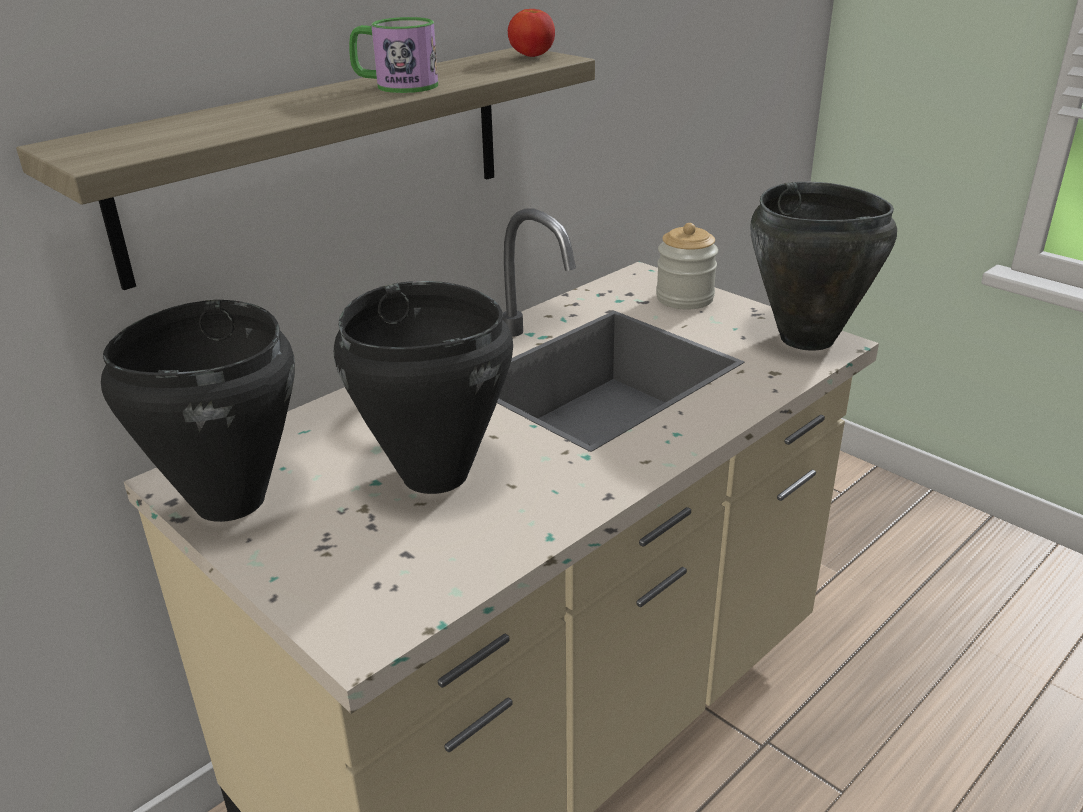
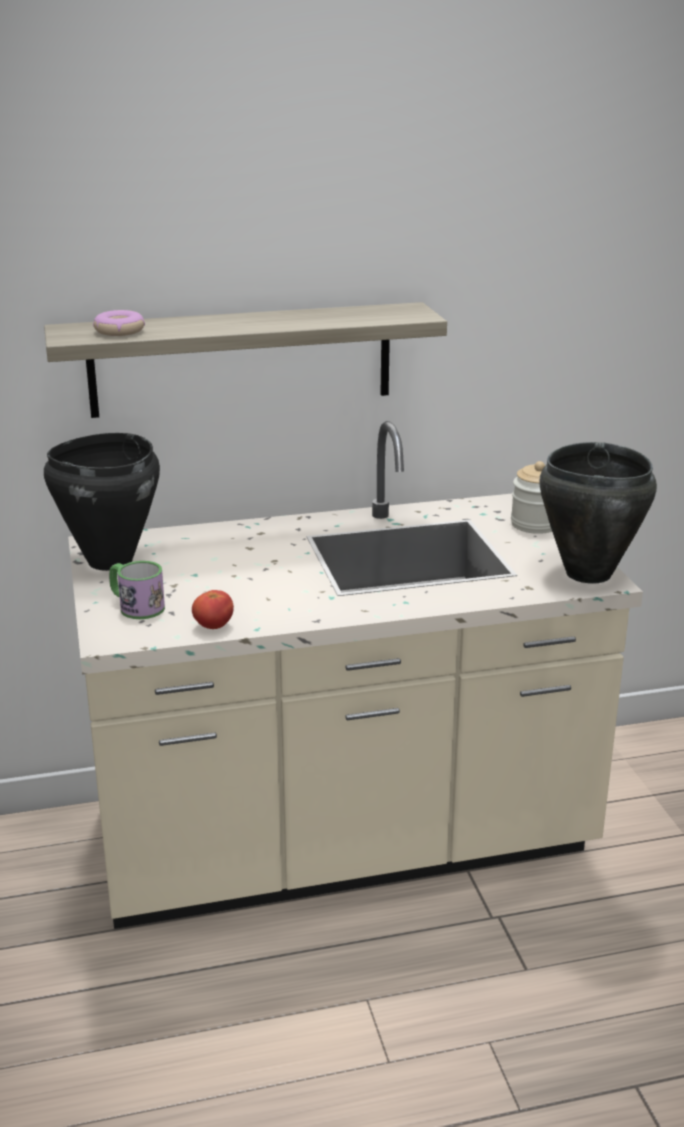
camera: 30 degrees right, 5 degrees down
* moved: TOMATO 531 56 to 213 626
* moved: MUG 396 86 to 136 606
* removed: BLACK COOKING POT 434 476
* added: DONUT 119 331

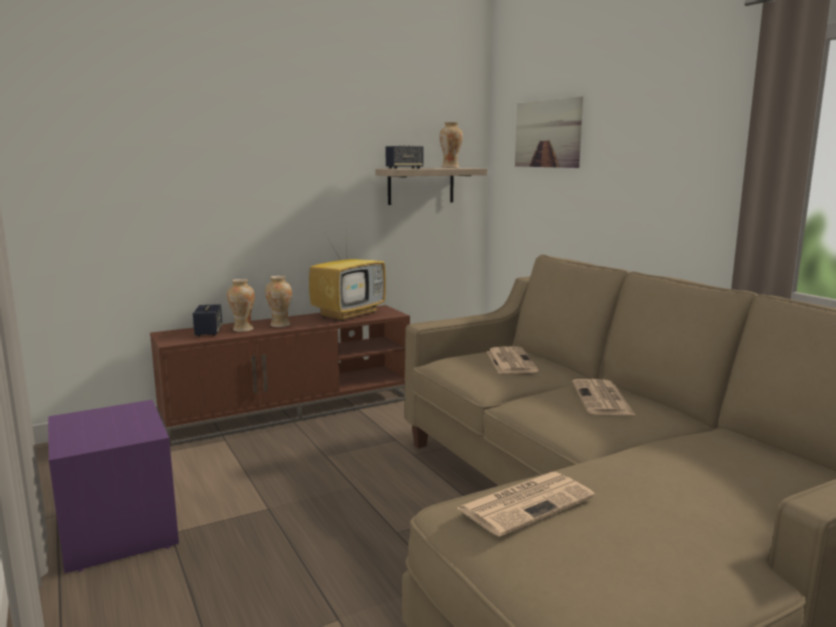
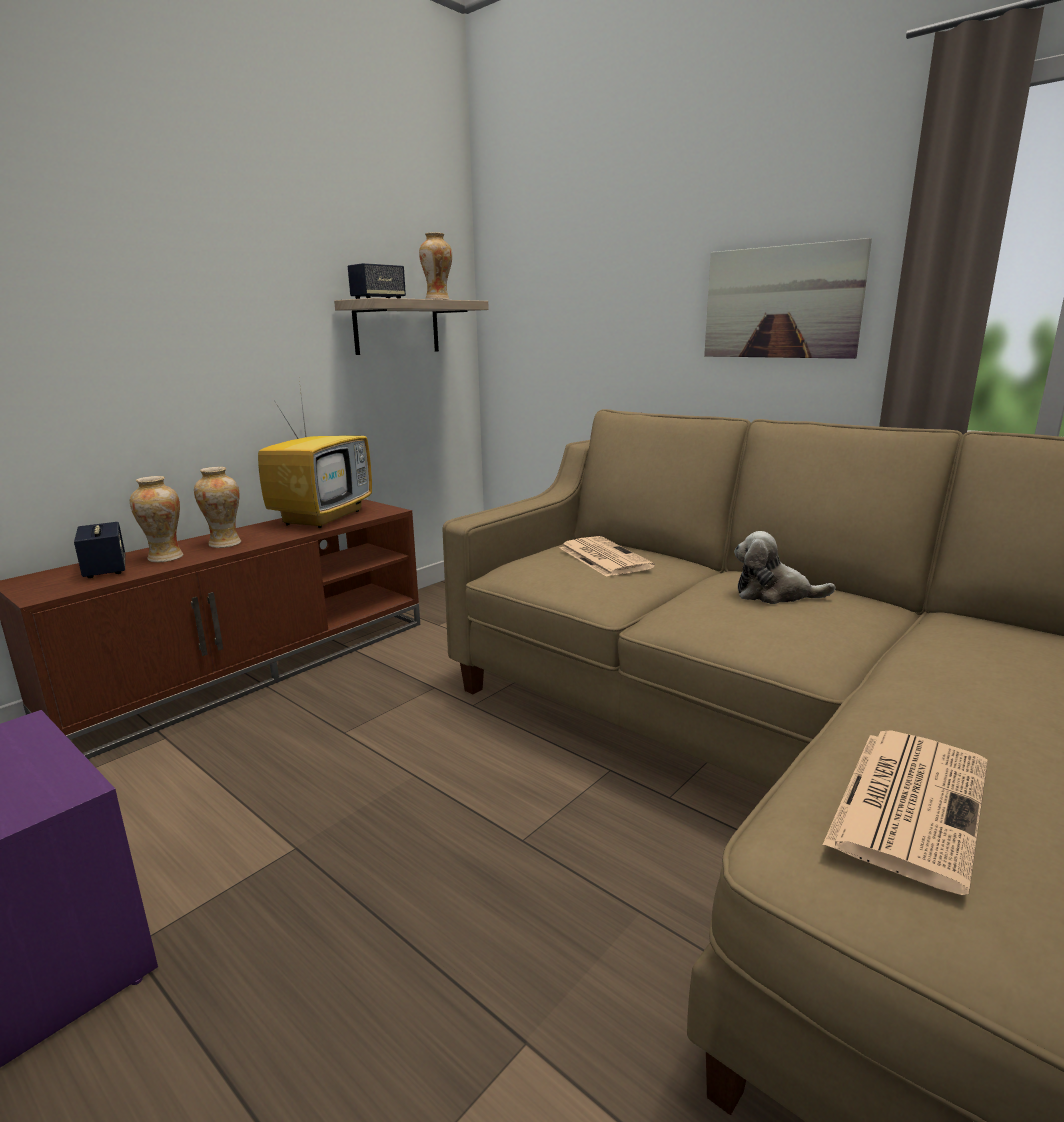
camera: 20 degrees left, 5 degrees up
* moved: PICTURE 547 133 to 781 302
* replaced: NEWSPAPER 603 399 to PLUSH TOY 774 594

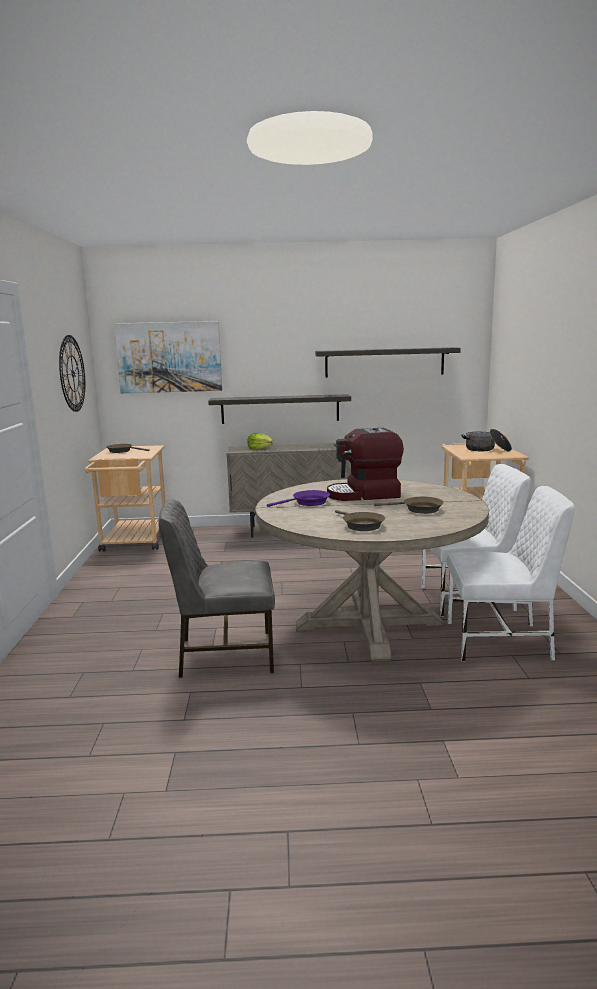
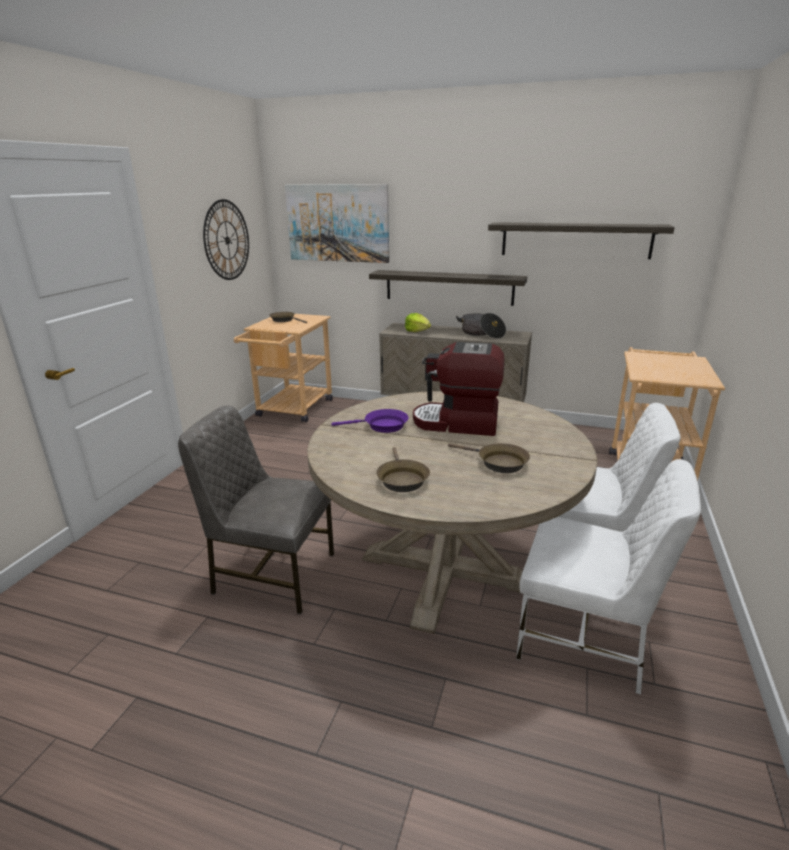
camera: 20 degrees right, 10 degrees up
* moved: COOKING POT 487 449 to 481 333

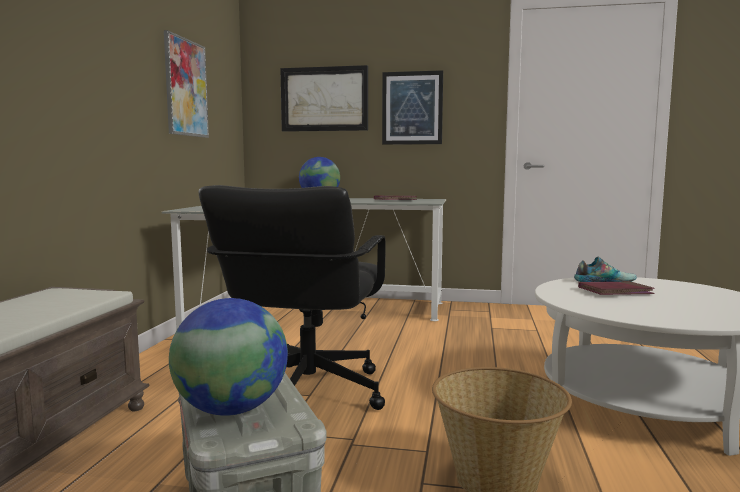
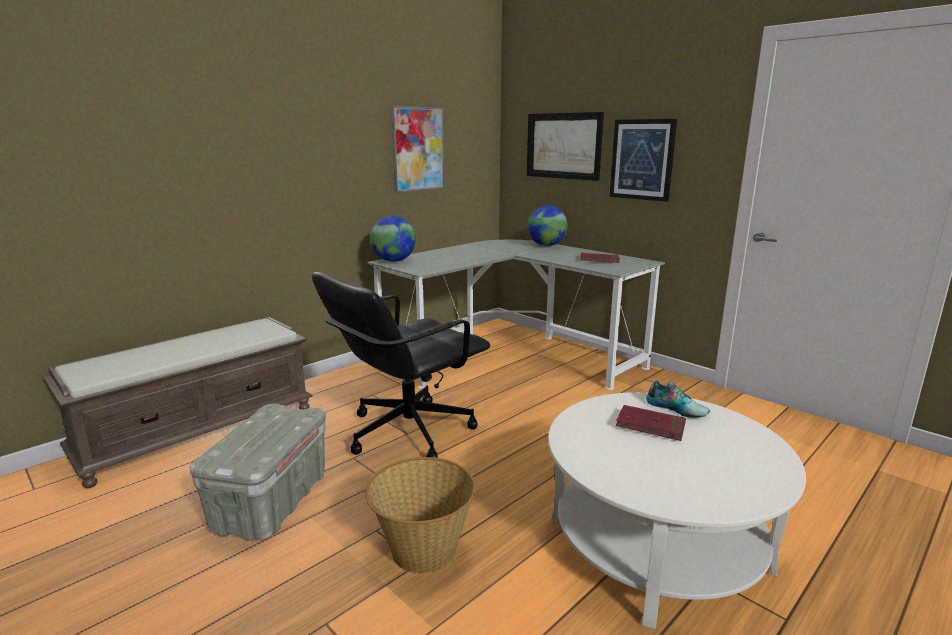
camera: 35 degrees right, 10 degrees up
* moved: GLOBE 231 410 to 394 261

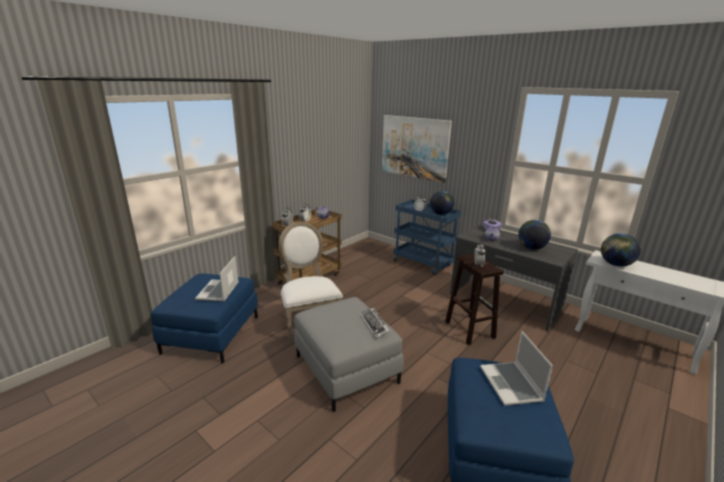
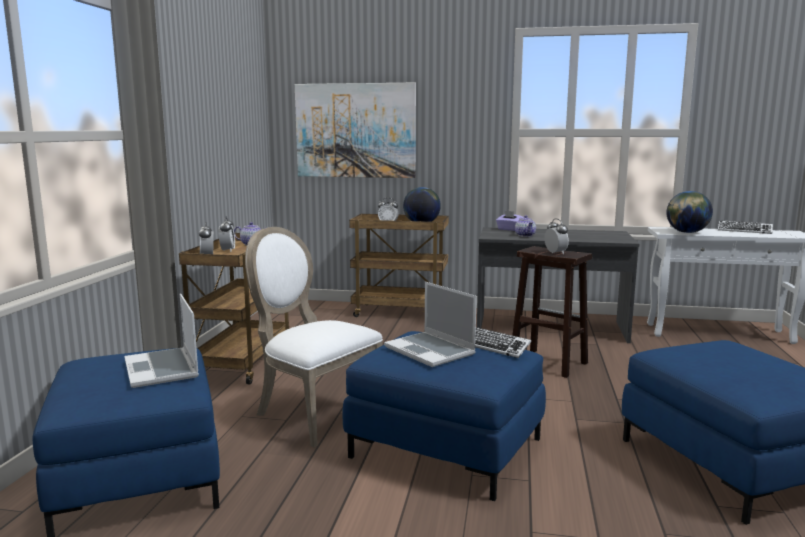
camera: 30 degrees left, 10 degrees down
* recoloured: BLUE CART 423 264 to BROWN CART 401 312
* removed: GLOBE 531 248
* recoloured: GREY OTTOMAN 346 369 to BLUE OTTOMAN 446 447
* moved: LAPTOP 511 385 to 431 351
* added: KEYBOARD 744 230

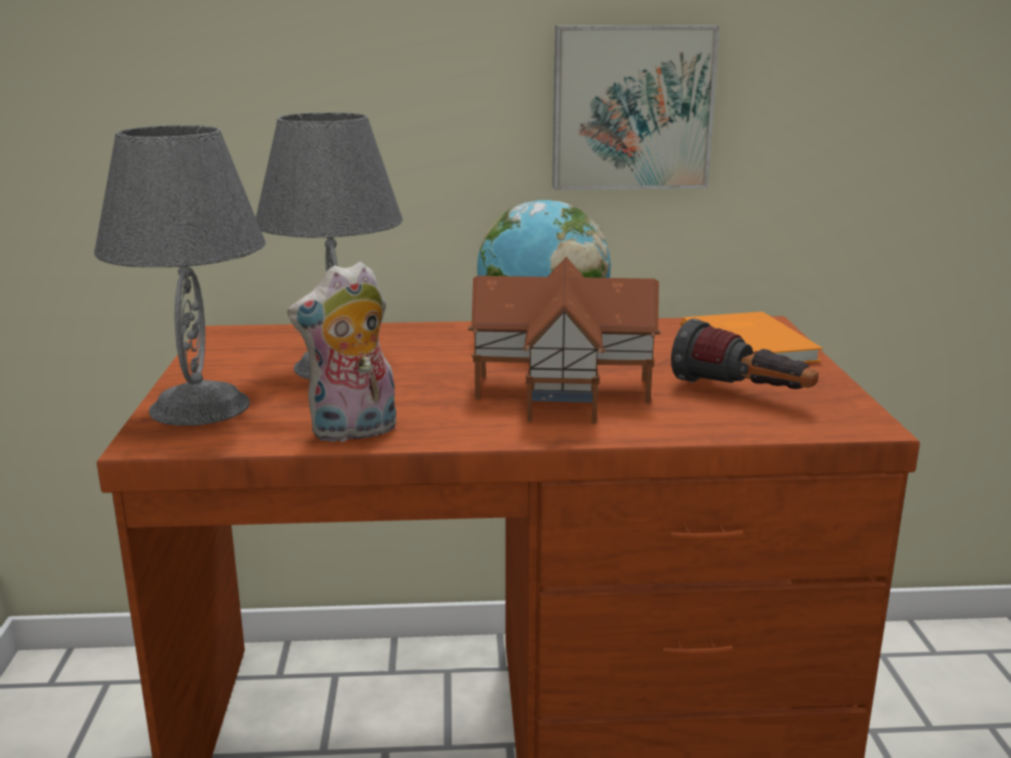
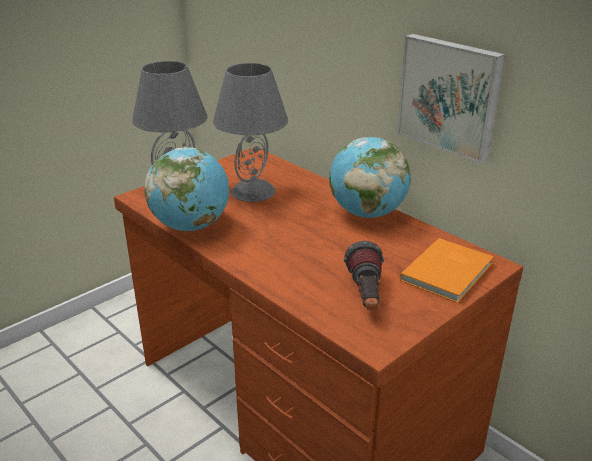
camera: 50 degrees right, 10 degrees up
* removed: TOY HOUSE 565 390
* replaced: PLUSH TOY 353 432 to GLOBE 191 226

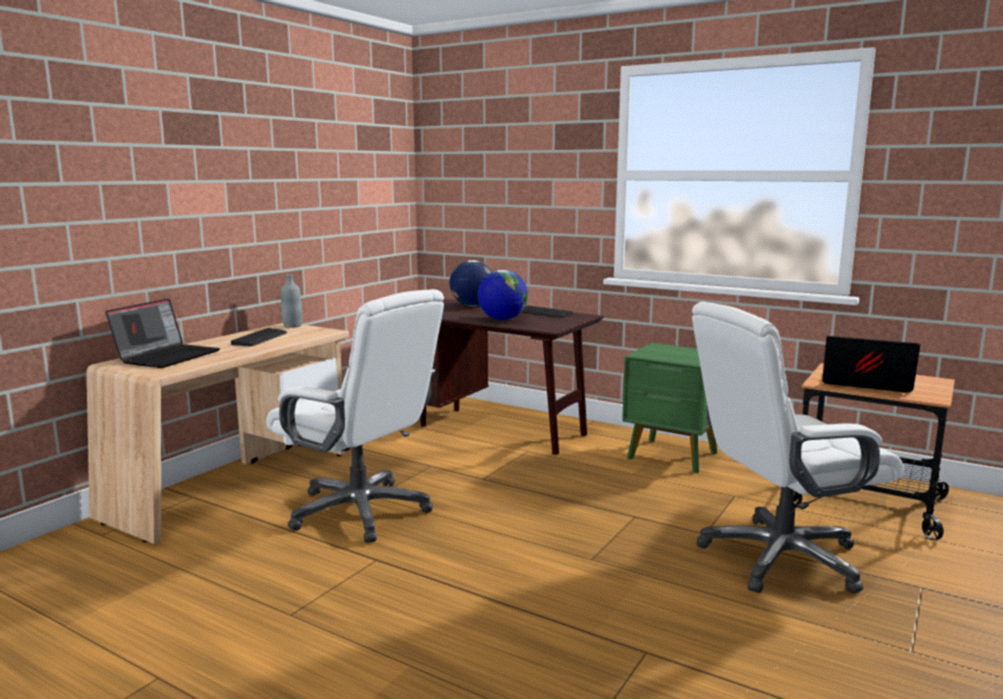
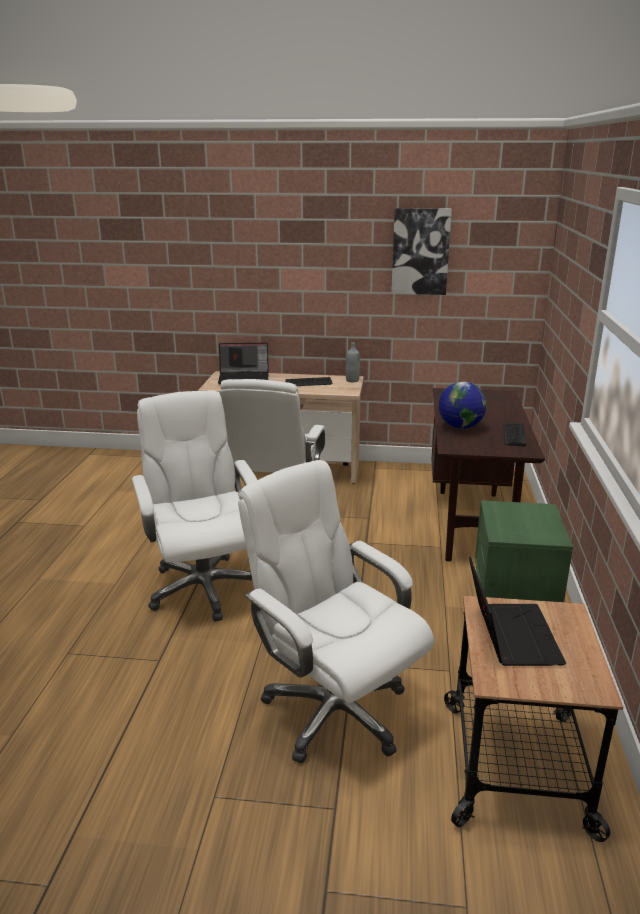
camera: 65 degrees right, 10 degrees up
* removed: GLOBE 472 305
* added: PICTURE 420 251
* added: WHITE OFFICE CHAIR 203 587

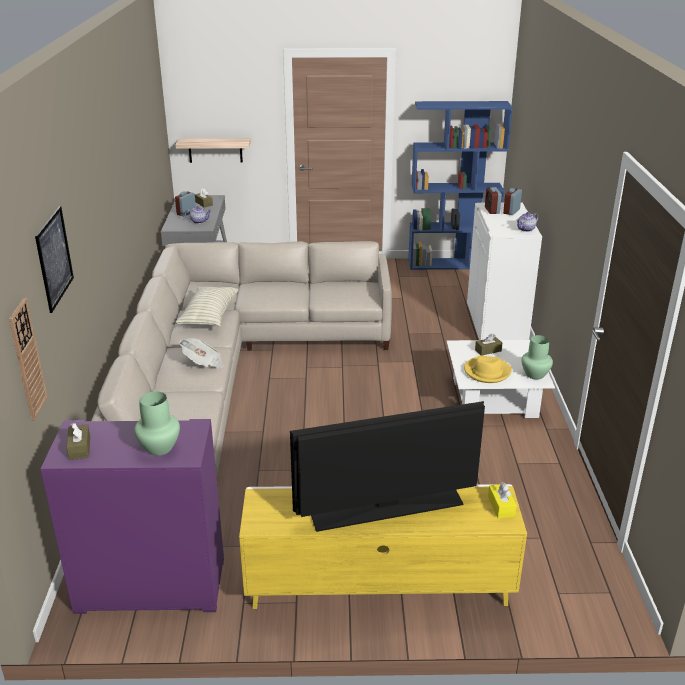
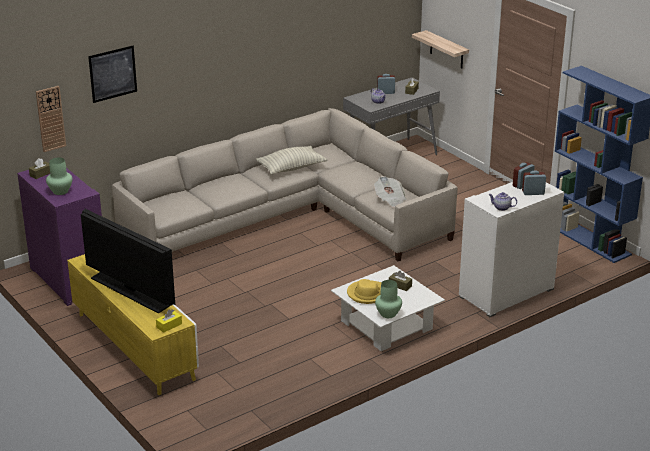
camera: 55 degrees right, 0 degrees up
* moved: NEWSPAPER 203 363 to 390 199

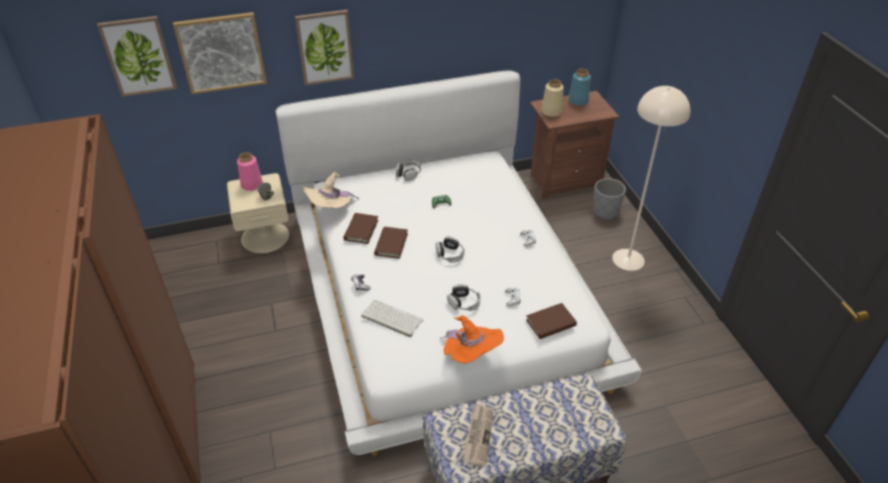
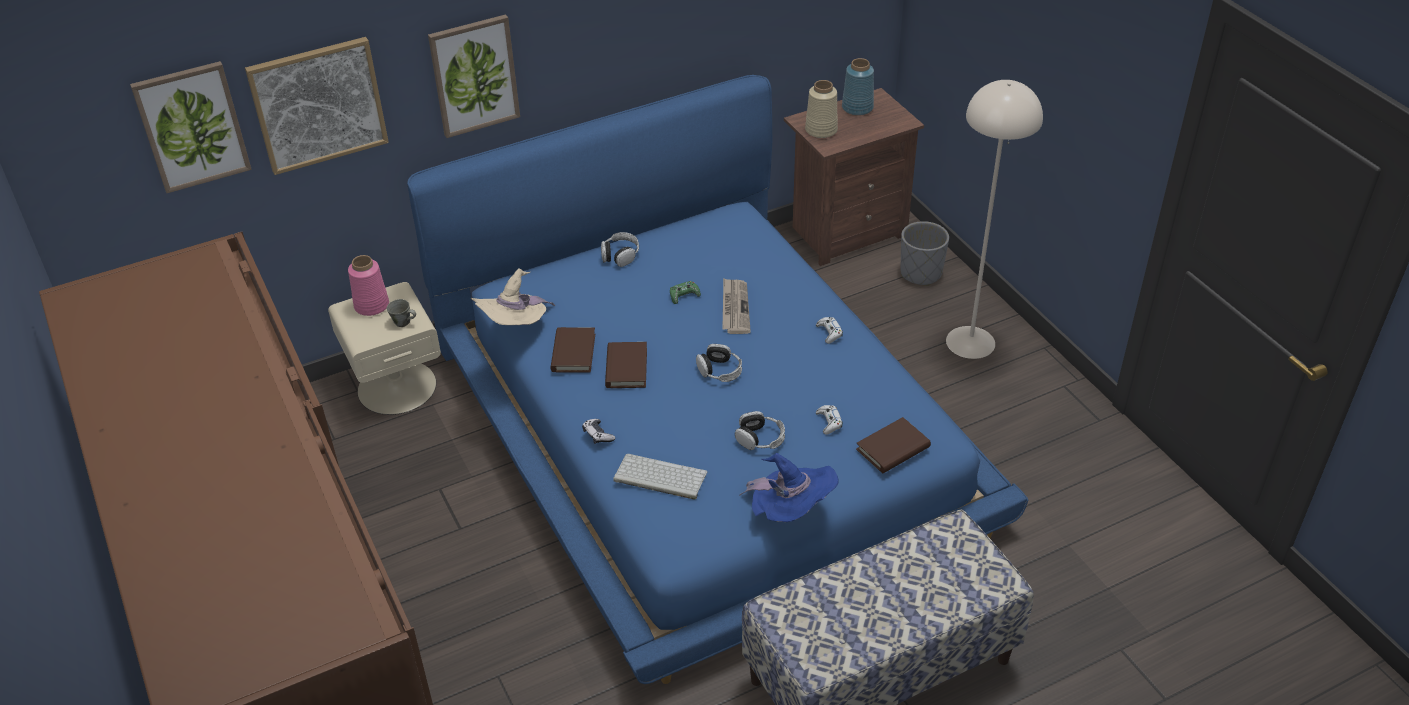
camera: 10 degrees left, 0 degrees up
* recoloured: WHITE BED 444 293 to BLUE BED 706 433
* recoloured: ORANGE HAT 471 355 to BLUE HAT 790 511
* moved: NEWSPAPER 478 435 to 734 308

